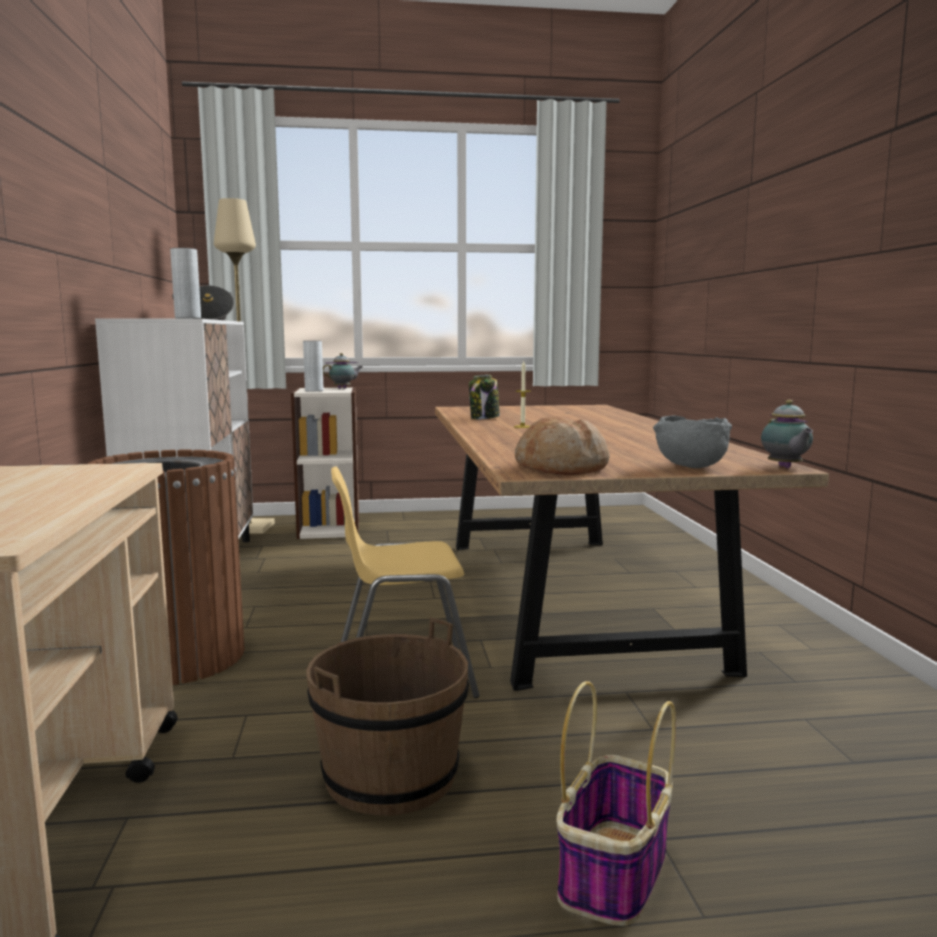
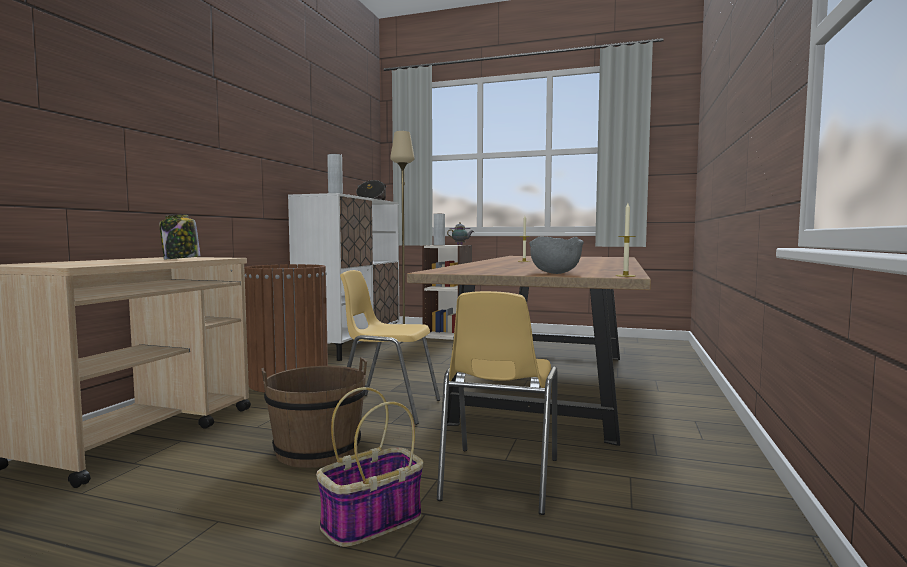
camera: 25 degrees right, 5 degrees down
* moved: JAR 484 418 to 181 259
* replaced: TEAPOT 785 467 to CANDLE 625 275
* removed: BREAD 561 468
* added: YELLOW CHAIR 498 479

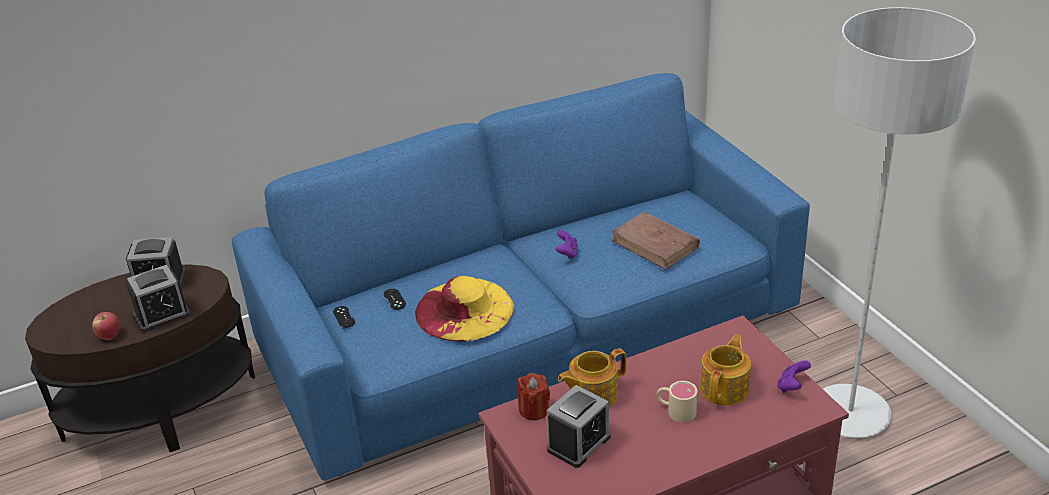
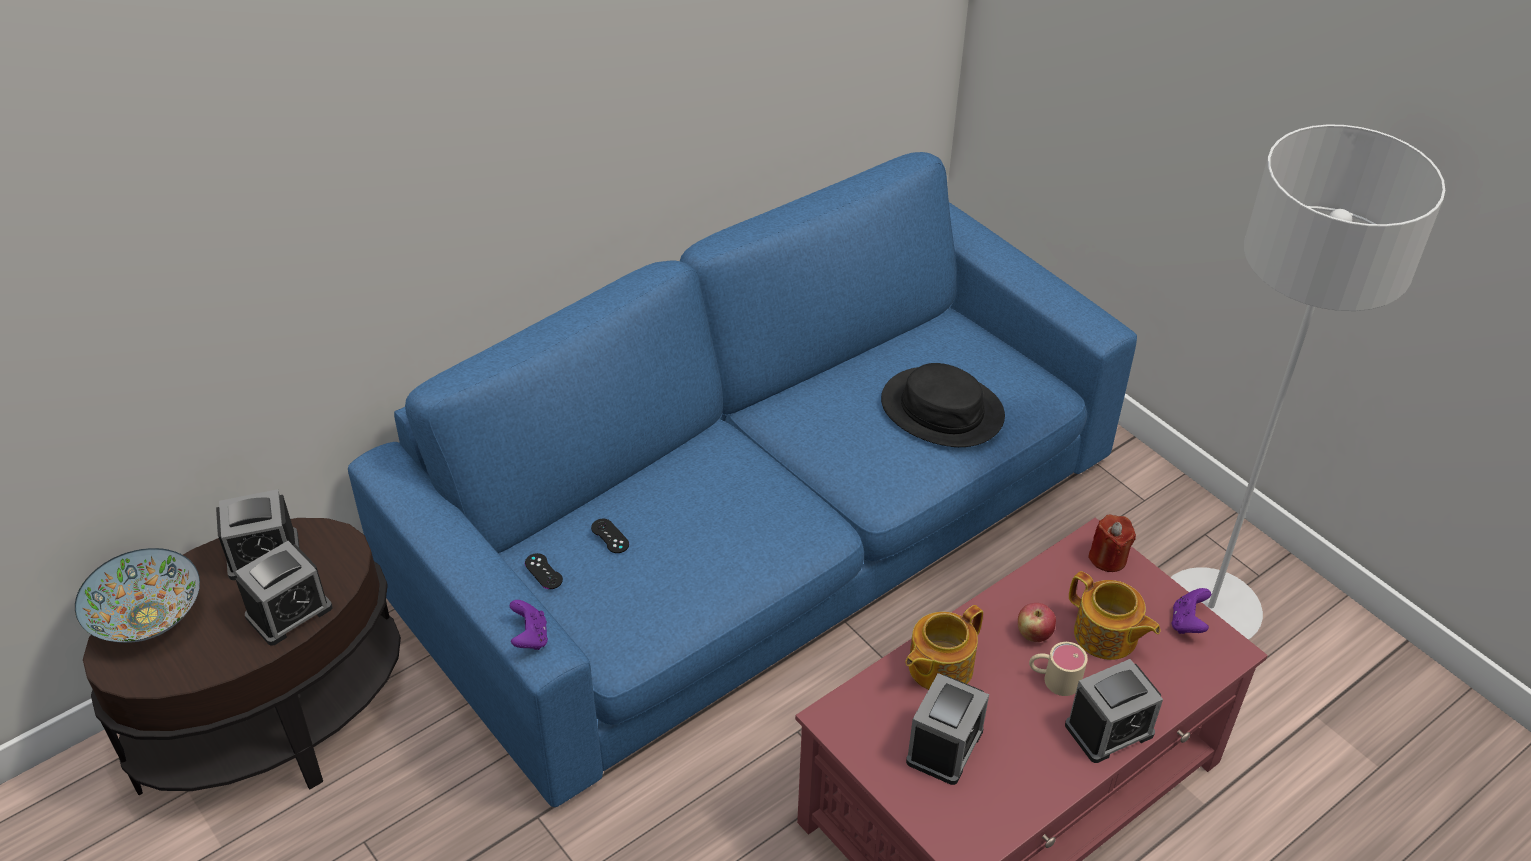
camera: 15 degrees left, 10 degrees up
* replaced: BROWN BOOK 655 244 to BLACK HAT 942 409
* moved: PURPLE GAME CONTROLLER 567 253 to 530 637
* removed: YELLOW HAT 464 310
* moved: APPLE 109 336 to 1033 634
* turned: TEAPOT 725 388 = 1106 636 120 degrees clockwise
* moved: RED CANDLE 534 410 to 1108 558
* added: BOWL 147 617
* added: ALARM CLOCK 1109 729

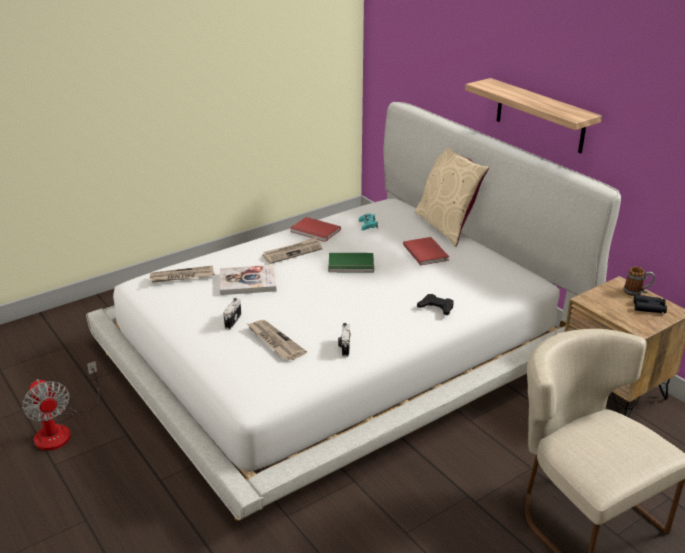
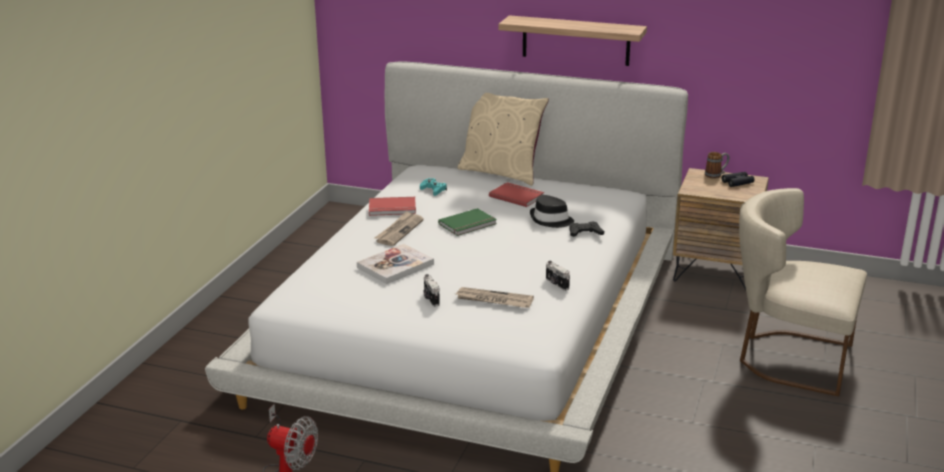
camera: 35 degrees left, 5 degrees down
* removed: NEWSPAPER 182 277
* added: BLACK HAT 551 220

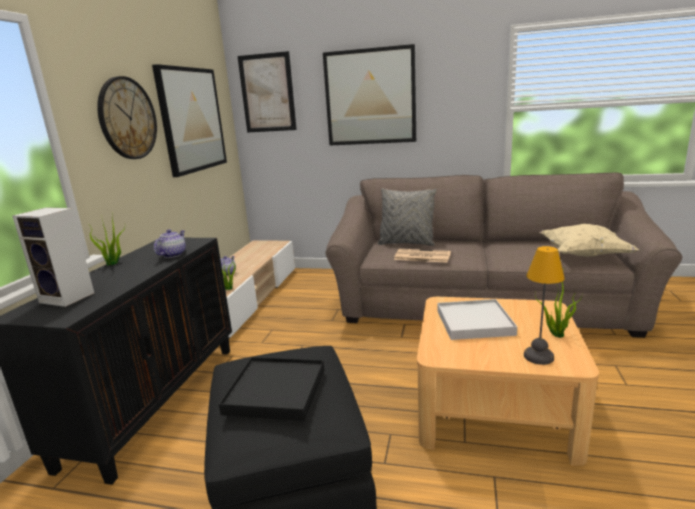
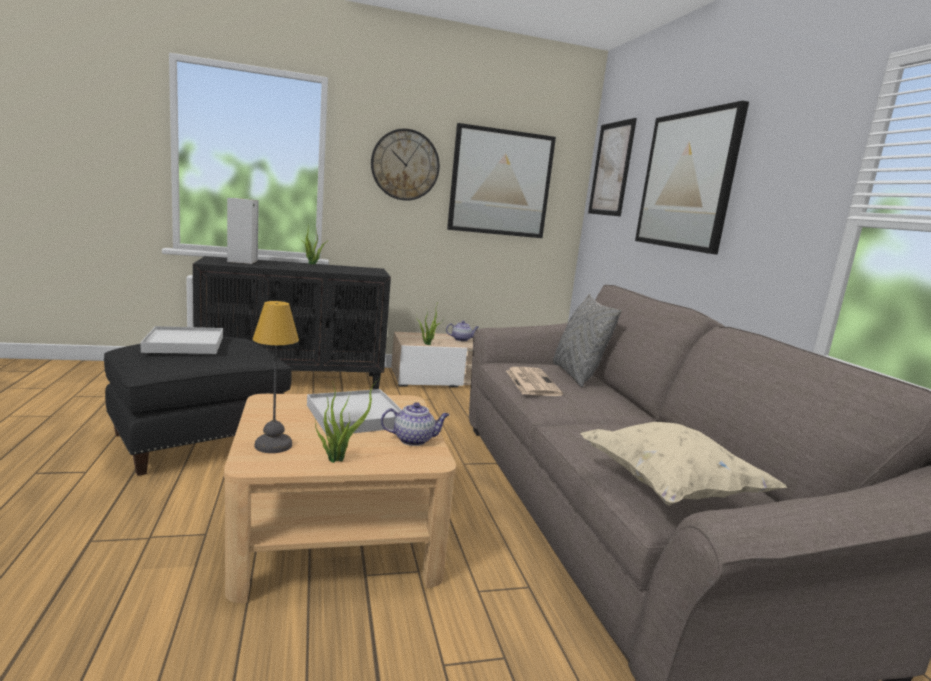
camera: 60 degrees right, 5 degrees down
* moved: TEAPOT 173 254 to 414 440
* recoloured: BLACK TRAY 276 391 to WHITE TRAY 184 344

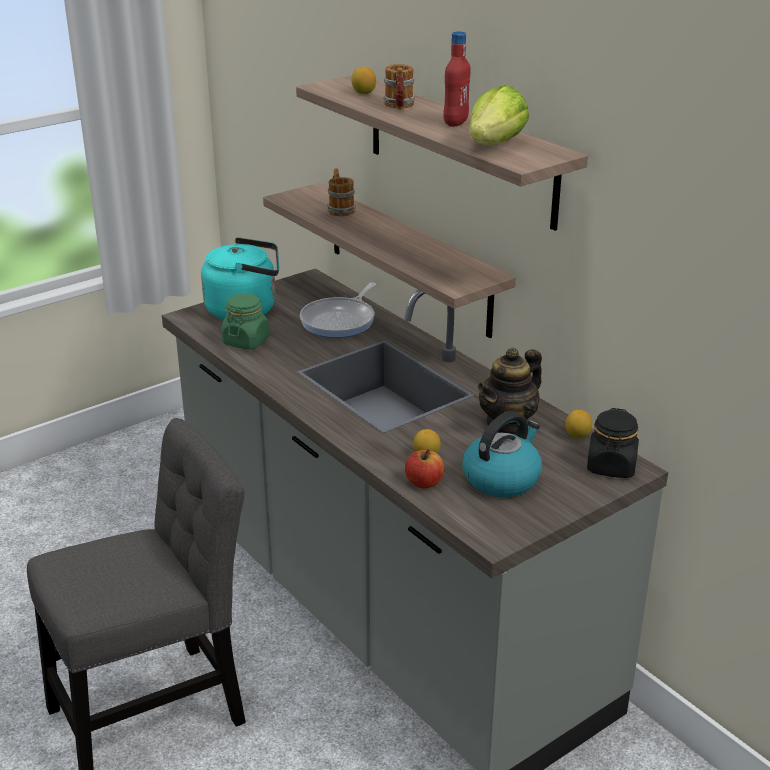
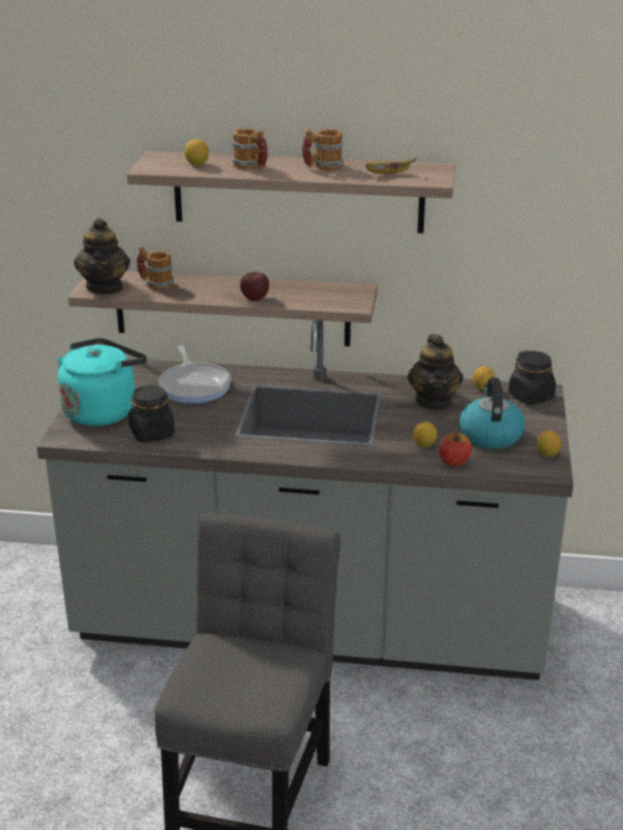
camera: 45 degrees left, 0 degrees up
* replaced: RED BOTTLE 455 123 to MUG 322 167
* replaced: LETTUCE 495 145 to BANANA 388 174
* recoloured: GREEN JAR 246 341 to BLACK JAR 152 433
* added: TEAPOT 105 287
* added: APPLE 255 298
* added: LEMON 547 454

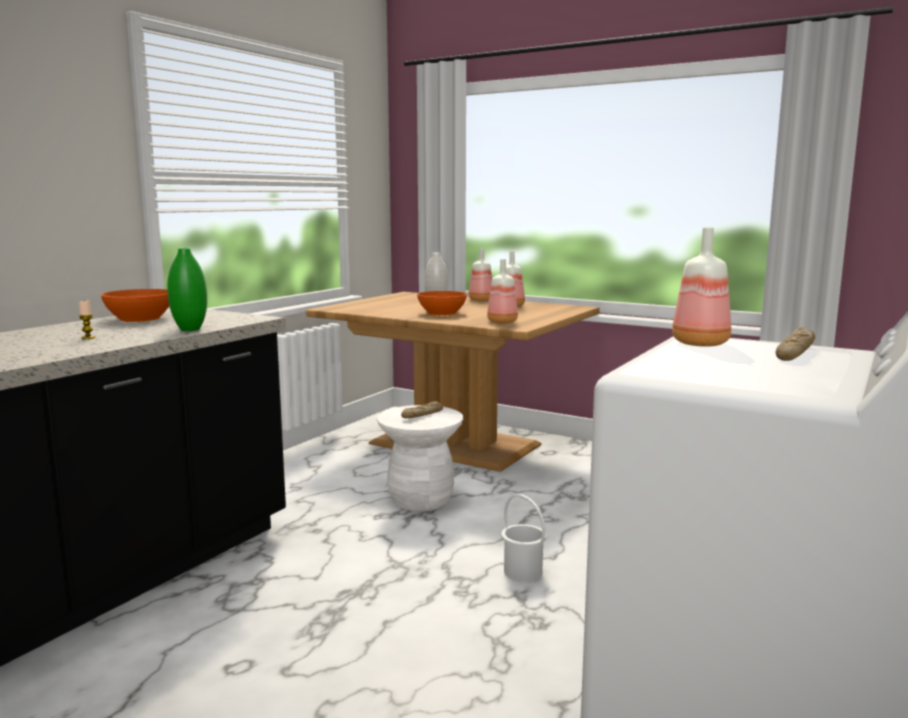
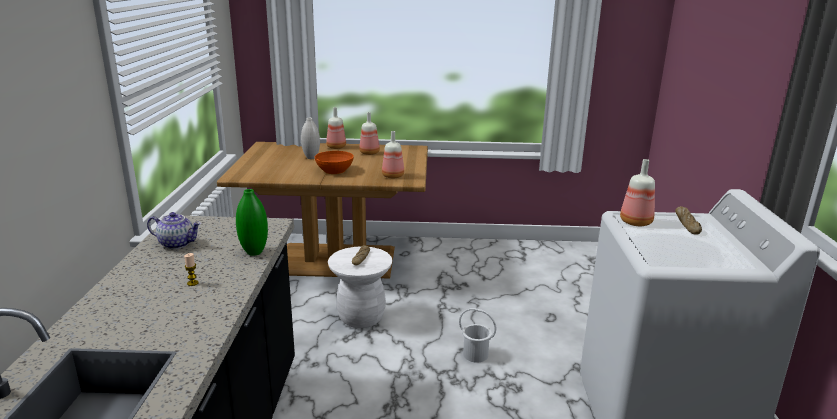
camera: 30 degrees left, 10 degrees up
* replaced: ORANGE BOWL 140 318 to TEAPOT 177 243

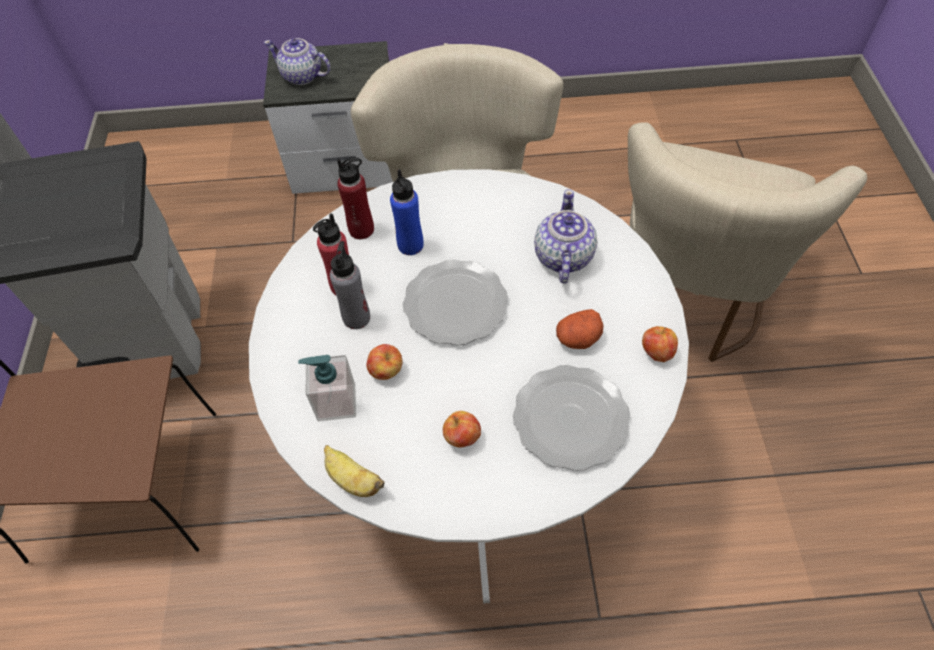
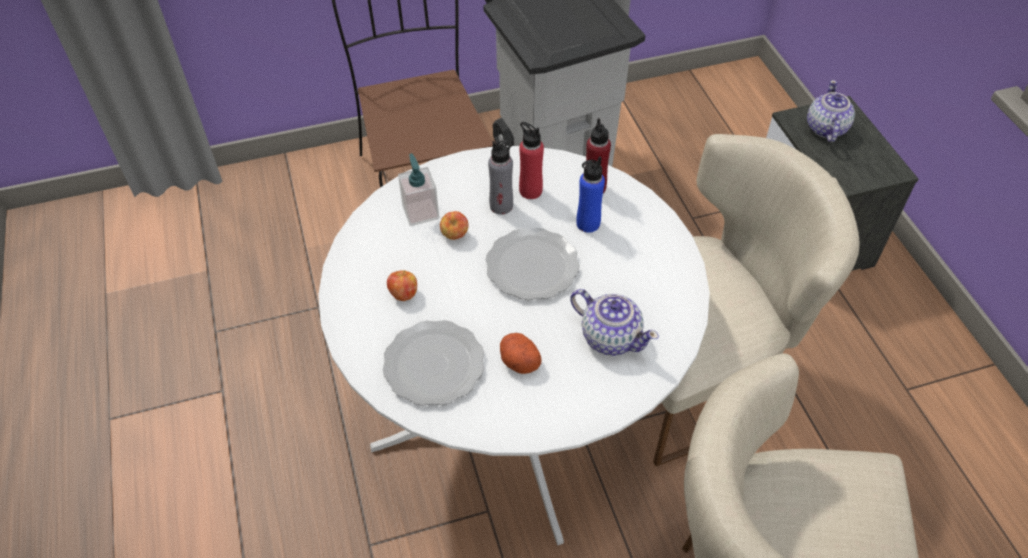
camera: 75 degrees right, 5 degrees down
* turned: TEAPOT 562 257 = 610 337 45 degrees clockwise
* removed: APPLE 656 352
* removed: BANANA 353 479

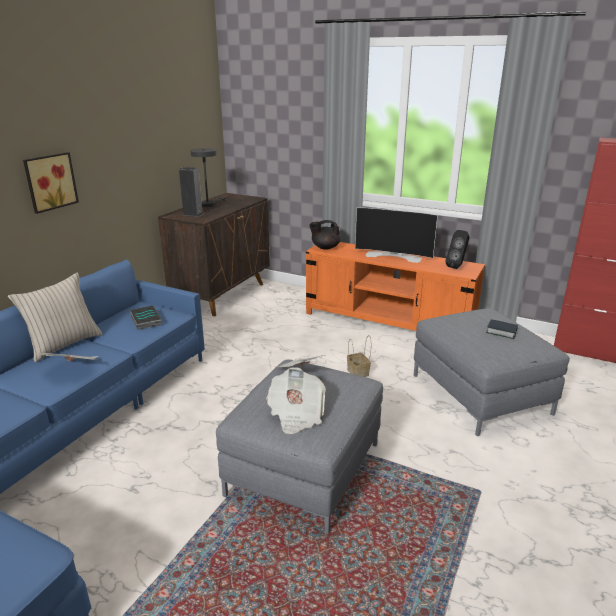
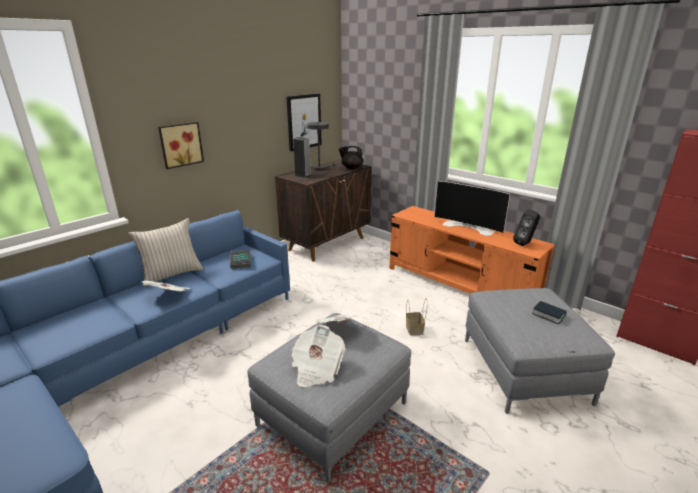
camera: 15 degrees right, 0 degrees up
* moved: BLACK TEAPOT 325 247 to 351 168
* added: PICTURE 304 122

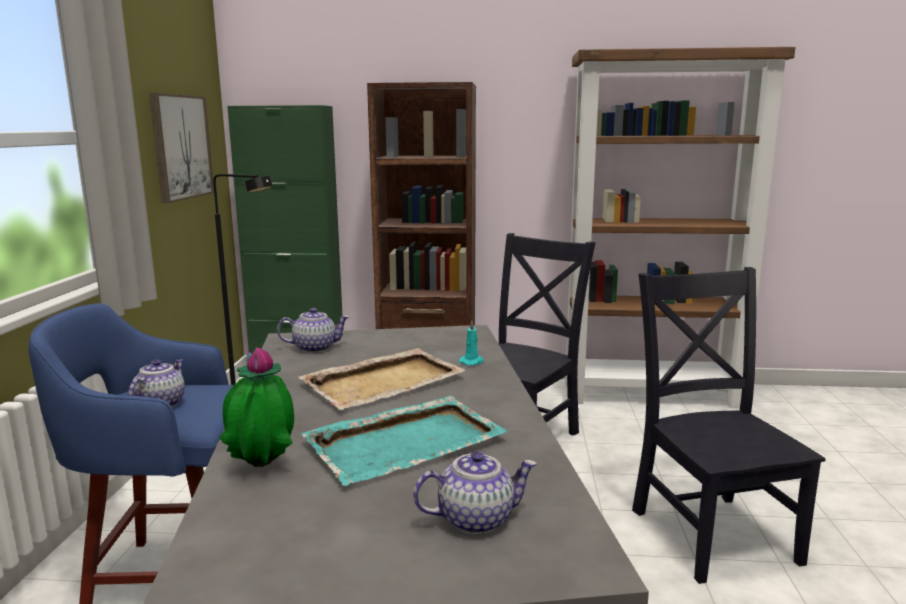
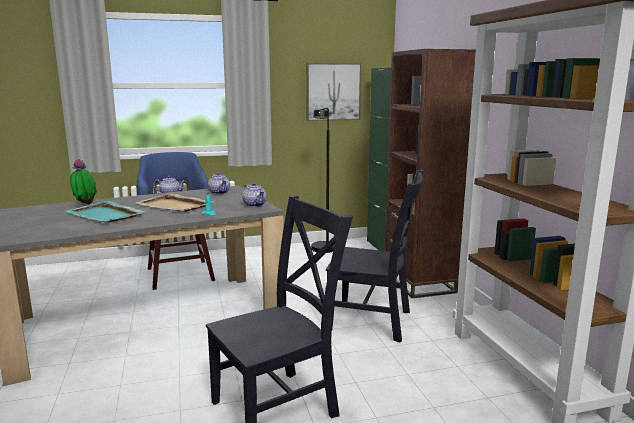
camera: 70 degrees right, 0 degrees up
* moved: TEAPOT 476 519 to 255 205

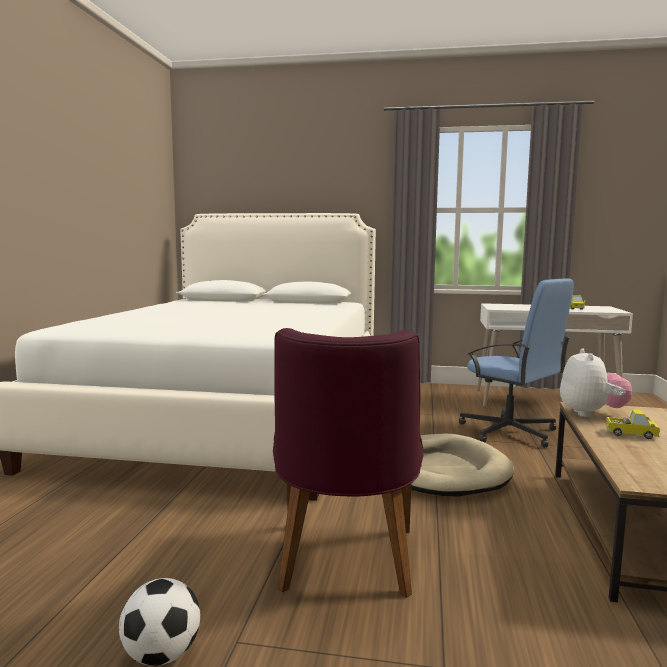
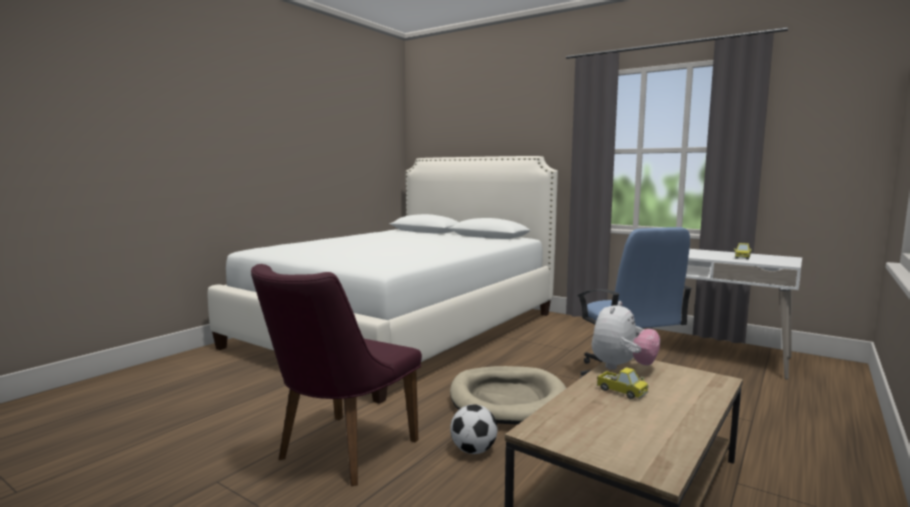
camera: 25 degrees right, 0 degrees up
* moved: FOOTBALL 162 655 to 473 450

